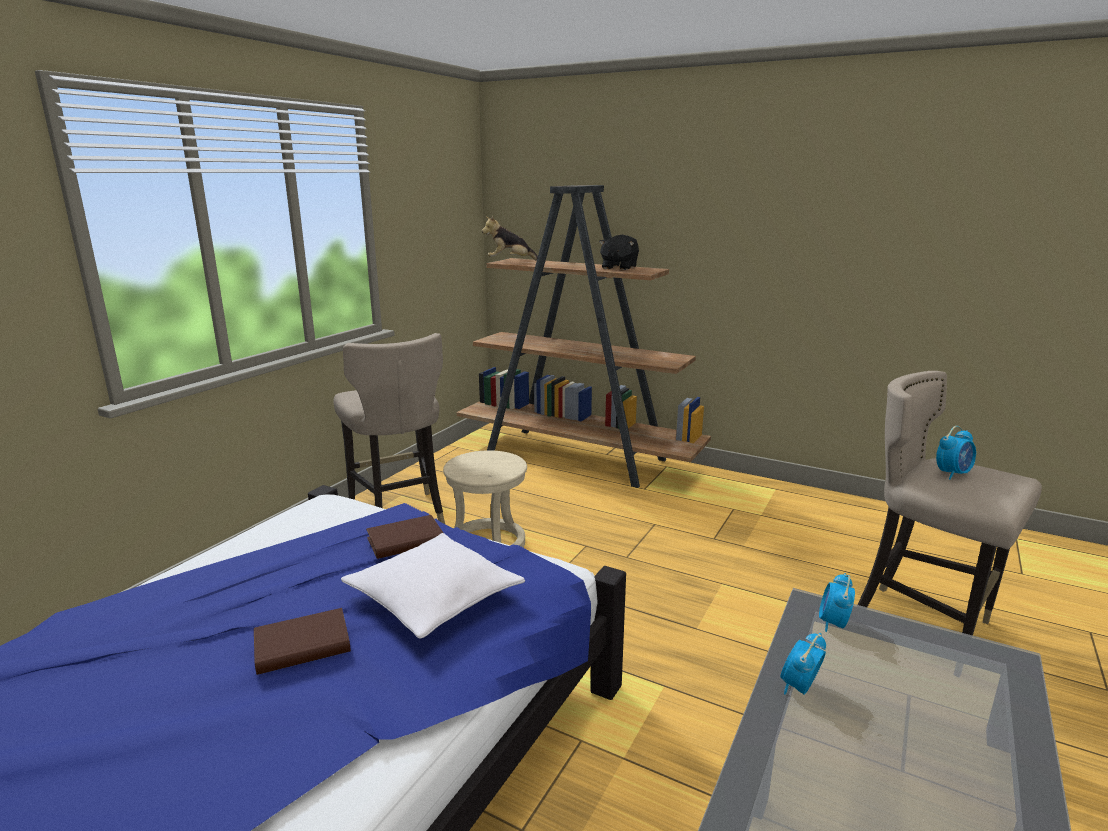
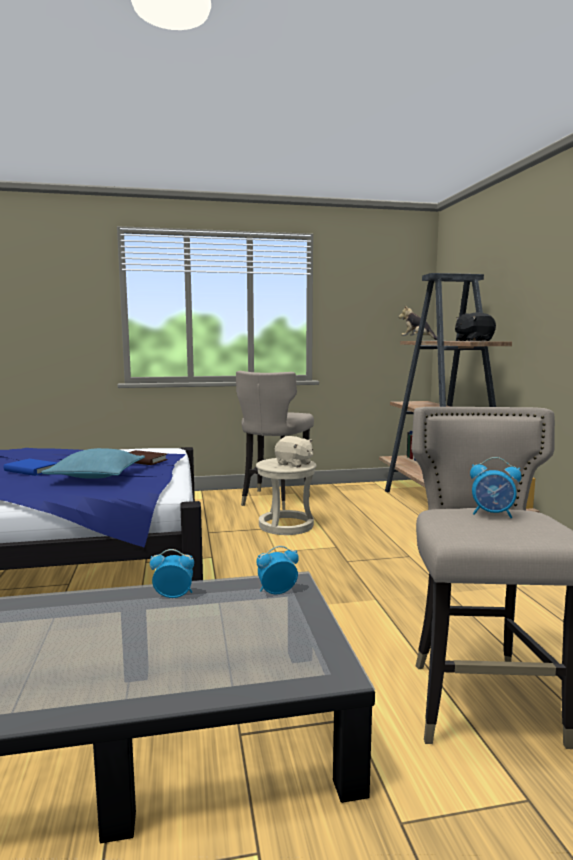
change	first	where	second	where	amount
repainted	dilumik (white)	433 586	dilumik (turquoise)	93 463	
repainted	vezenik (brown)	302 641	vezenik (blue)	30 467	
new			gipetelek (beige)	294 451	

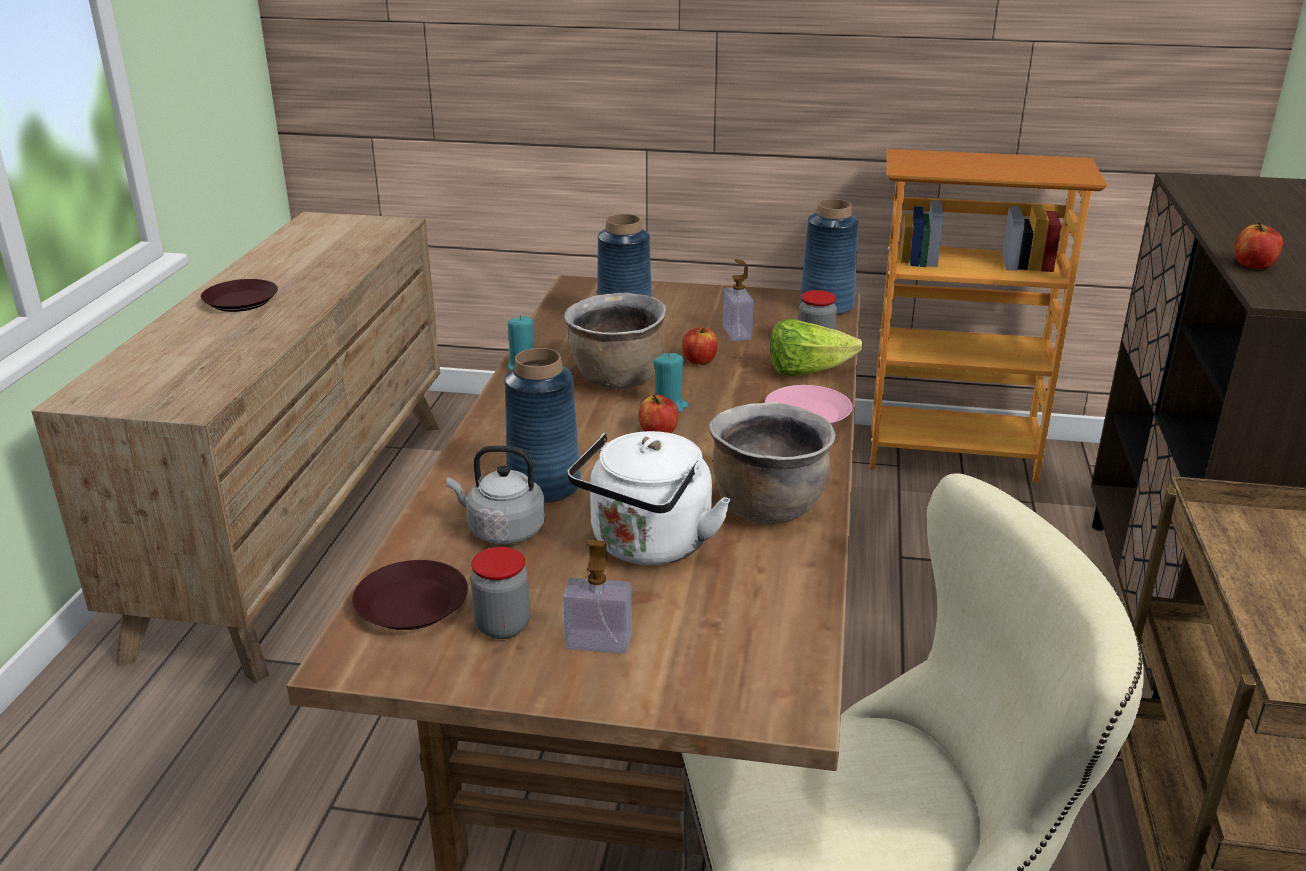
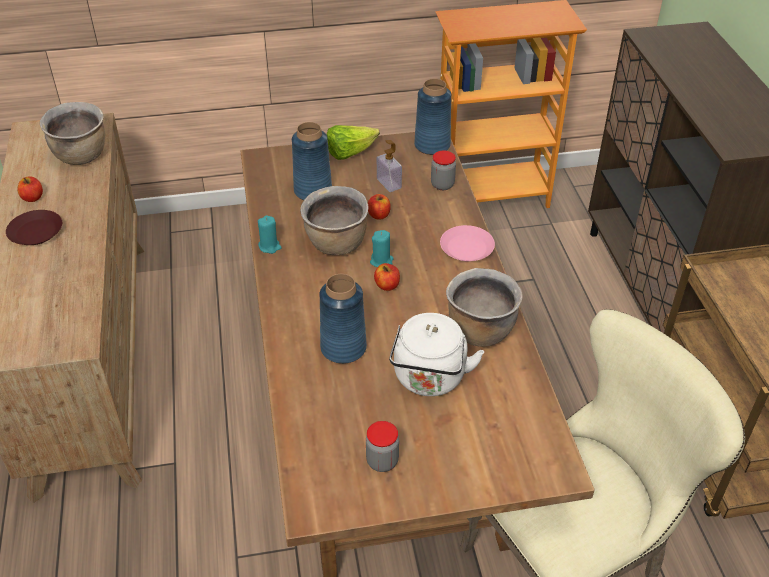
change	first	where	second	where	amount
shifted	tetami	1259 245		30 189	
shifted	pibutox	816 347		353 142	
gone	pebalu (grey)	496 494			
gone	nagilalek	597 596			
gone	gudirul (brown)	410 595			
new			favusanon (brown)	72 133	

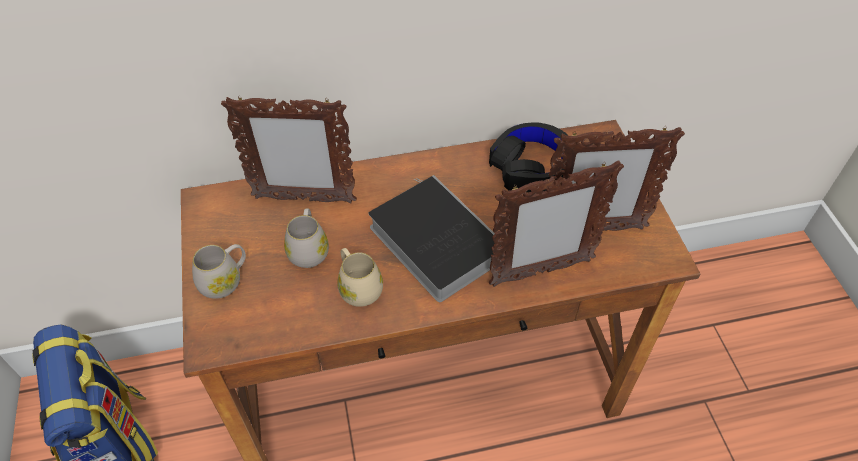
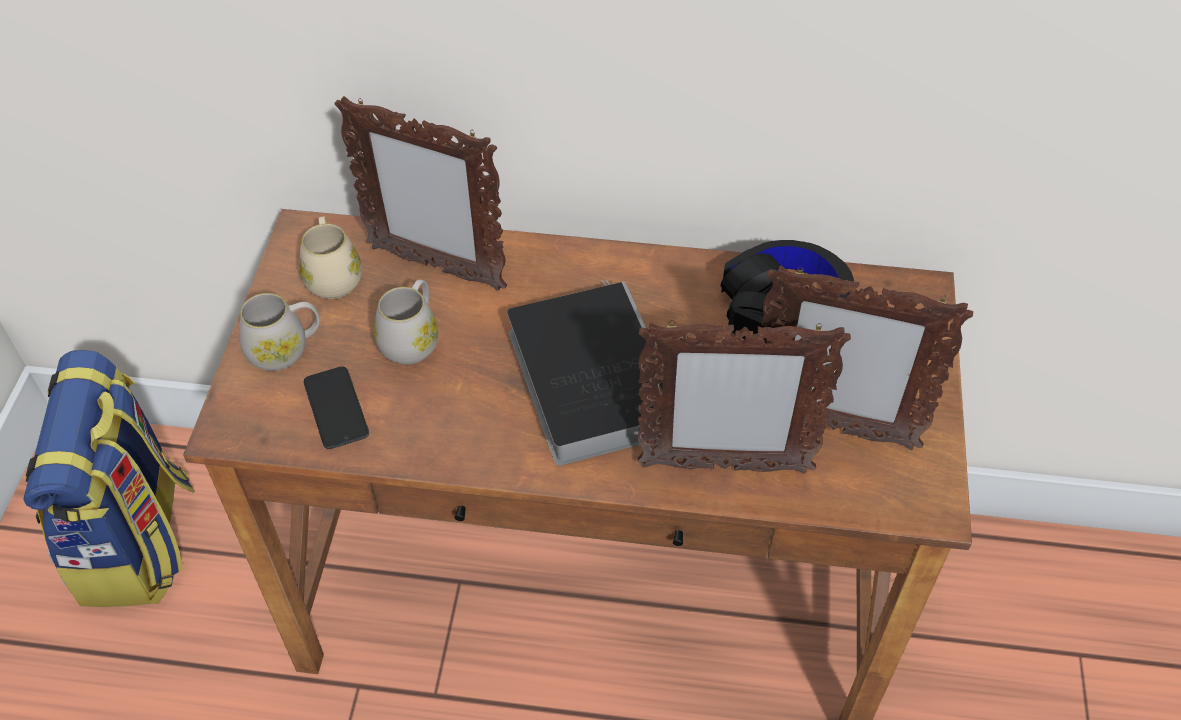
change	first	where	second	where	amount
shifted	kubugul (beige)	360 277		330 258	
new			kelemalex	336 407	

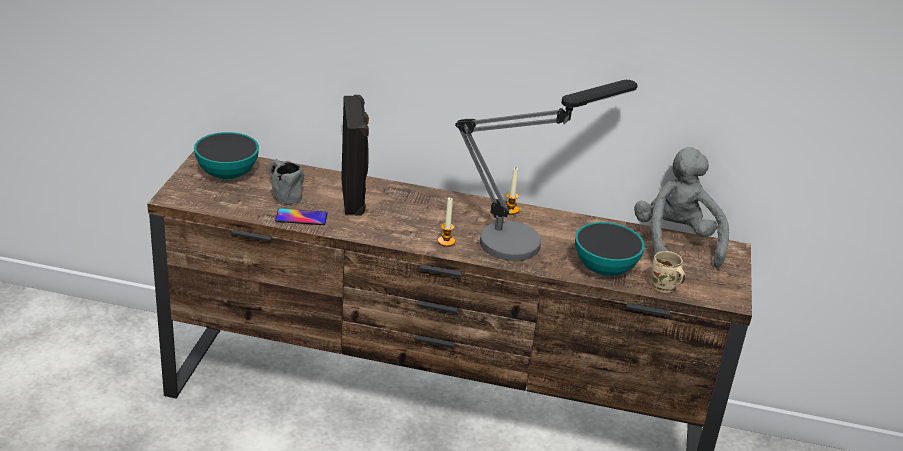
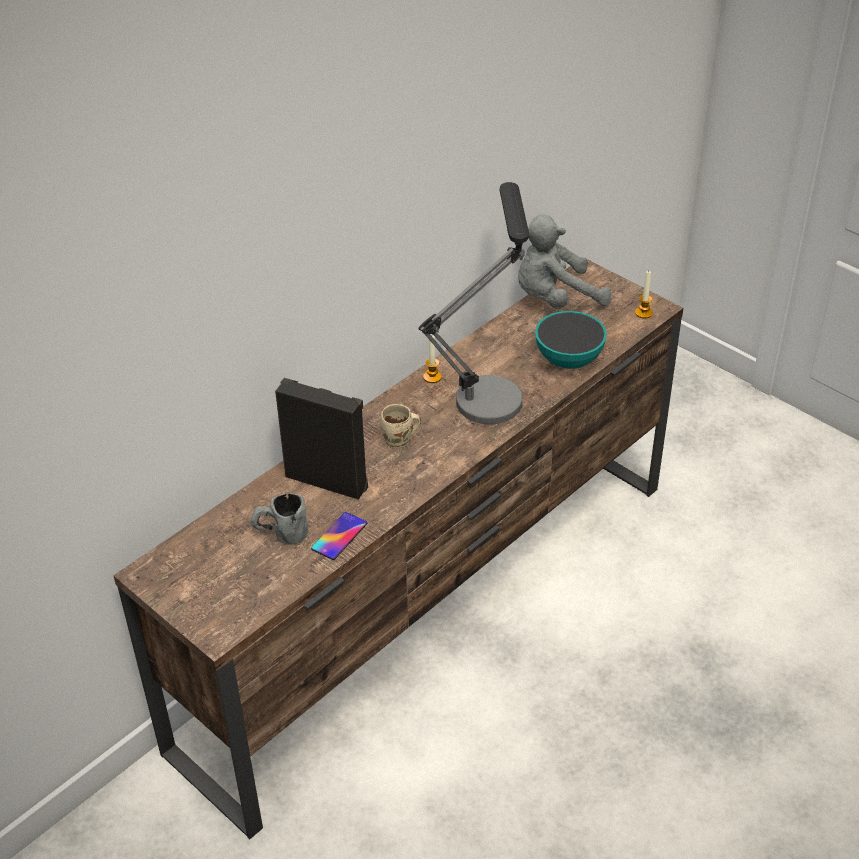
change	first	where	second	where	amount
gone	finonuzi	226 155			
rotated	gipetelek (grey)	681 207		564 261	45 degrees counterclockwise
shifted	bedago	446 222		644 294	
shifted	kubugul (beige)	668 272		400 426	

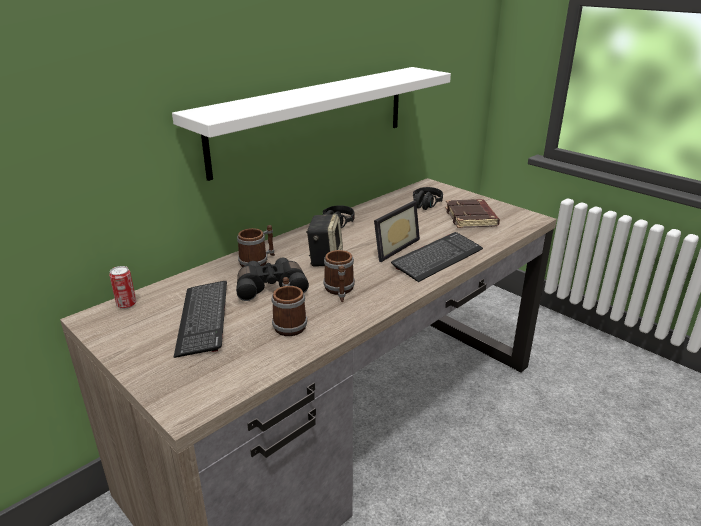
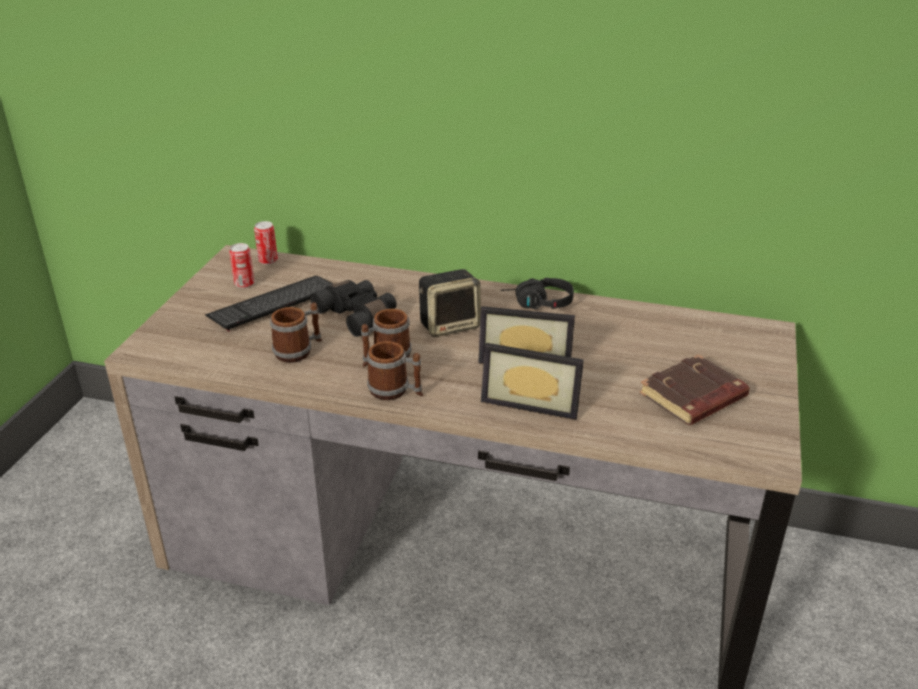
change	first	where	second	where	amount
gone	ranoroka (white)	311 124			
gone	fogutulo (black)	428 198			
shifted	kubugul	256 246		395 370	
swapped	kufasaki	437 257	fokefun	532 381	
new			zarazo	242 265	

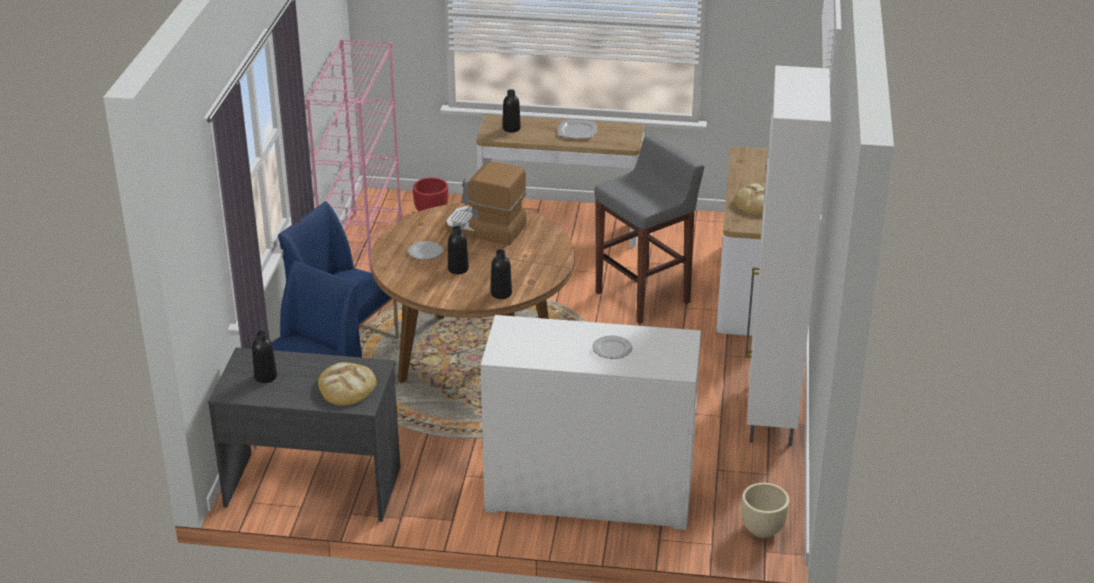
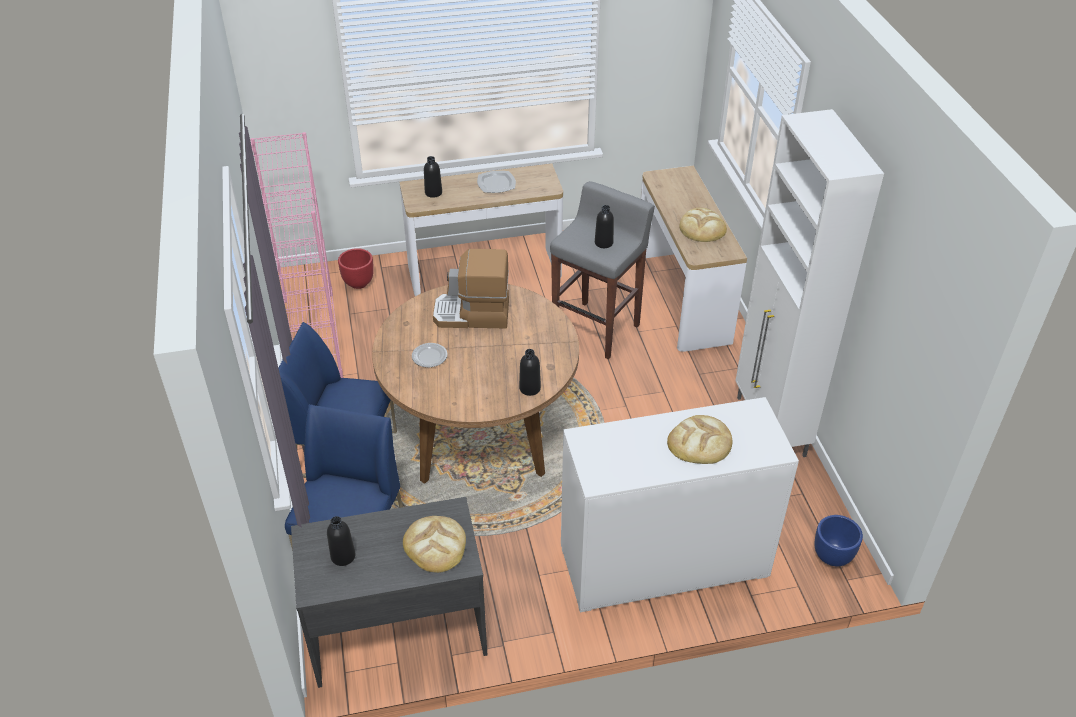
change	first	where	second	where	amount
shifted	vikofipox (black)	458 250		604 226	
swapped	gudirul	612 347	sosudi	699 439	
repainted	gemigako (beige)	766 510	gemigako (blue)	839 540	

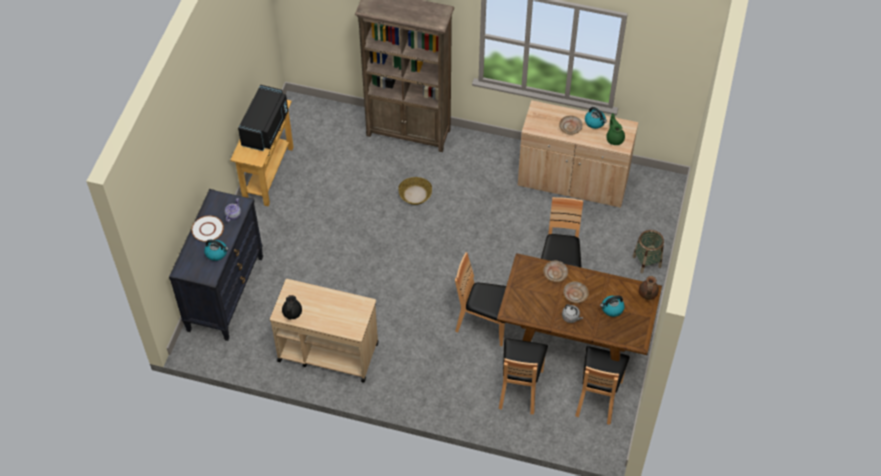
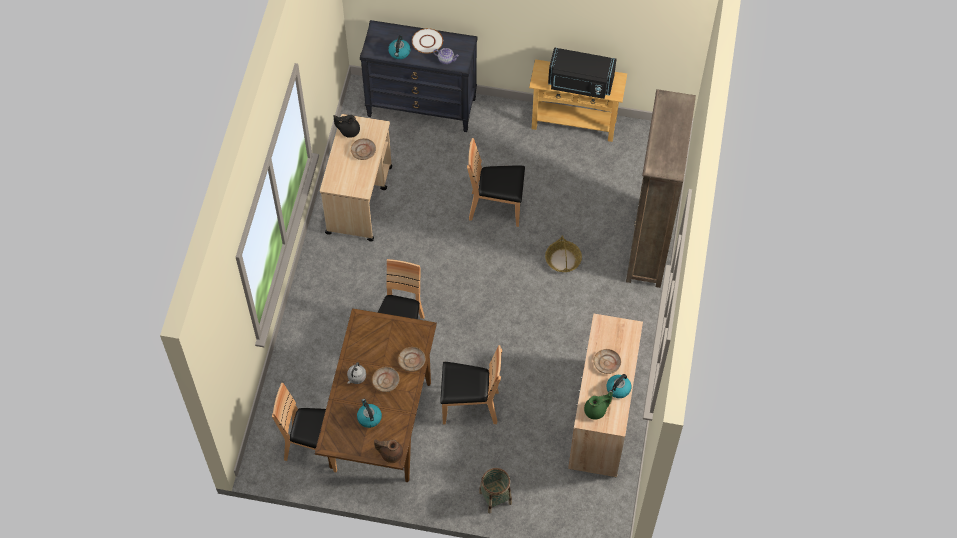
change	first	where	second	where	amount
shifted	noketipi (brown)	523 376		496 182	
new			gudirul (beige)	363 149	

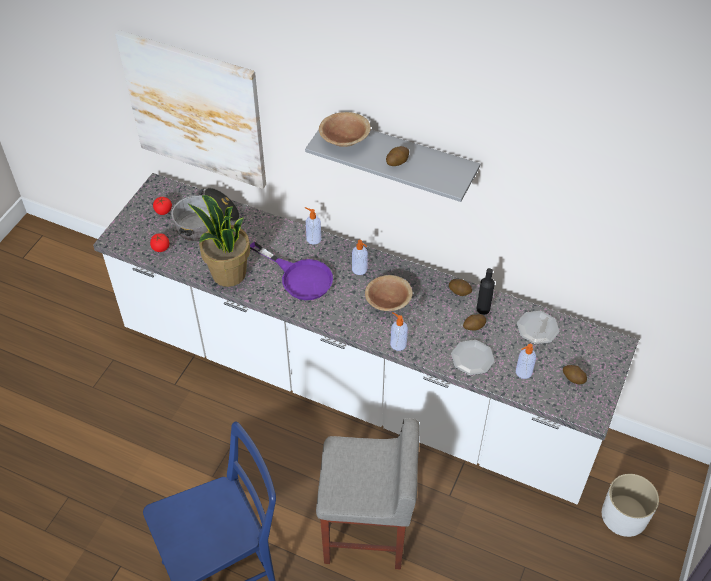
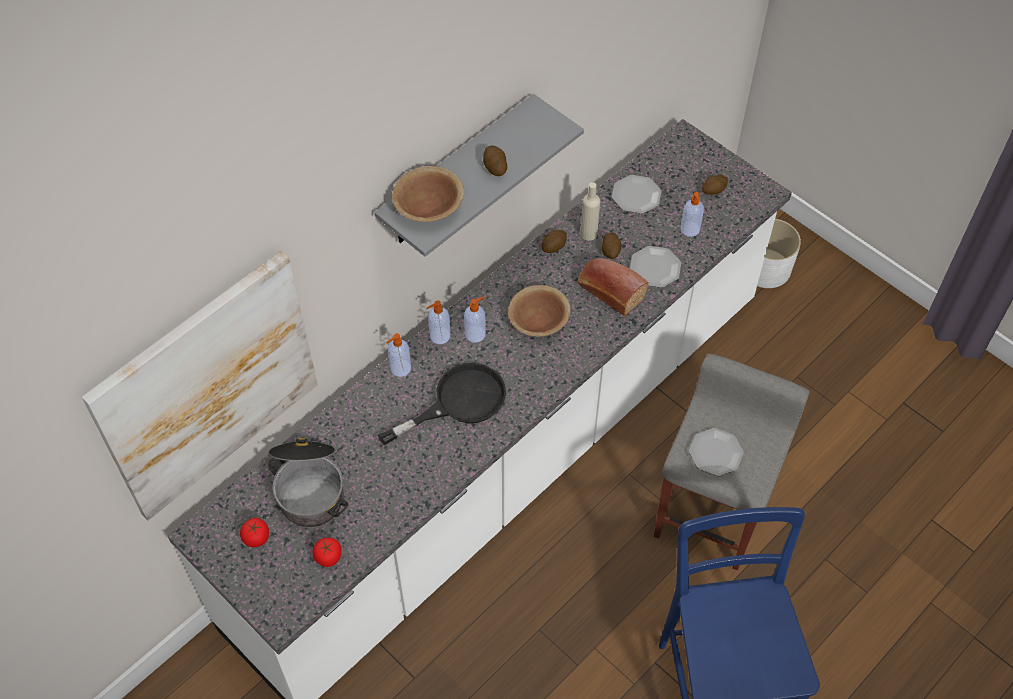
change	first	where	second	where	amount
gone	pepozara	219 241			
repainted	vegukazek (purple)	291 270	vegukazek (black)	442 404	
repainted	vikofipox (black)	485 291	vikofipox (beige)	590 211	
shifted	nagilalek	399 331		438 322	
new			sosudi	613 287	
new			gudirul	716 452	

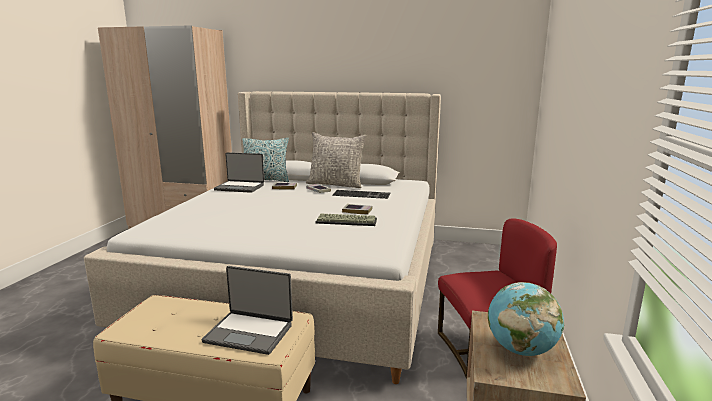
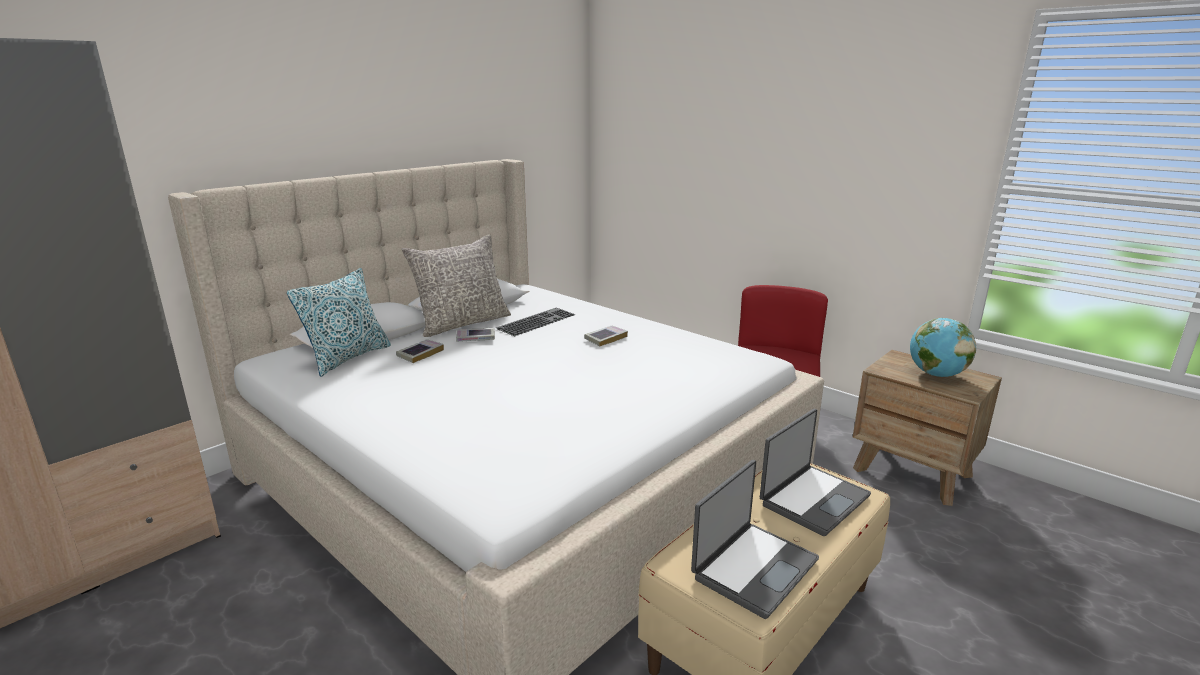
change	first	where	second	where	amount
shifted	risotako	239 172		755 539	
gone	kufasaki	346 219			

